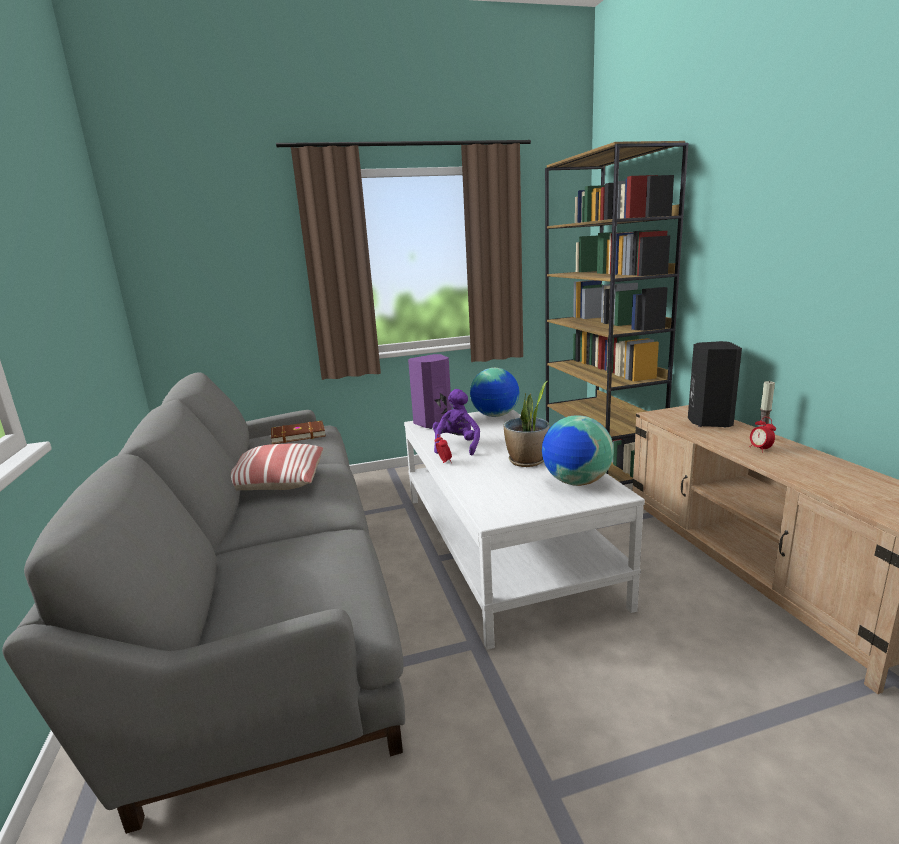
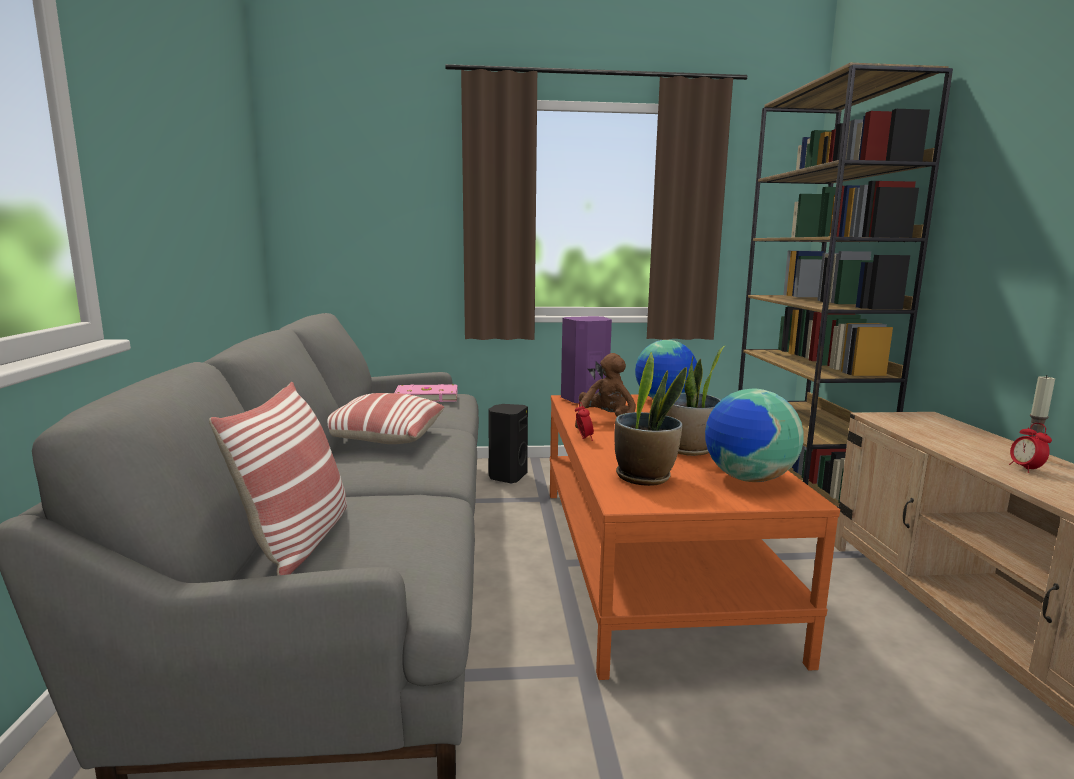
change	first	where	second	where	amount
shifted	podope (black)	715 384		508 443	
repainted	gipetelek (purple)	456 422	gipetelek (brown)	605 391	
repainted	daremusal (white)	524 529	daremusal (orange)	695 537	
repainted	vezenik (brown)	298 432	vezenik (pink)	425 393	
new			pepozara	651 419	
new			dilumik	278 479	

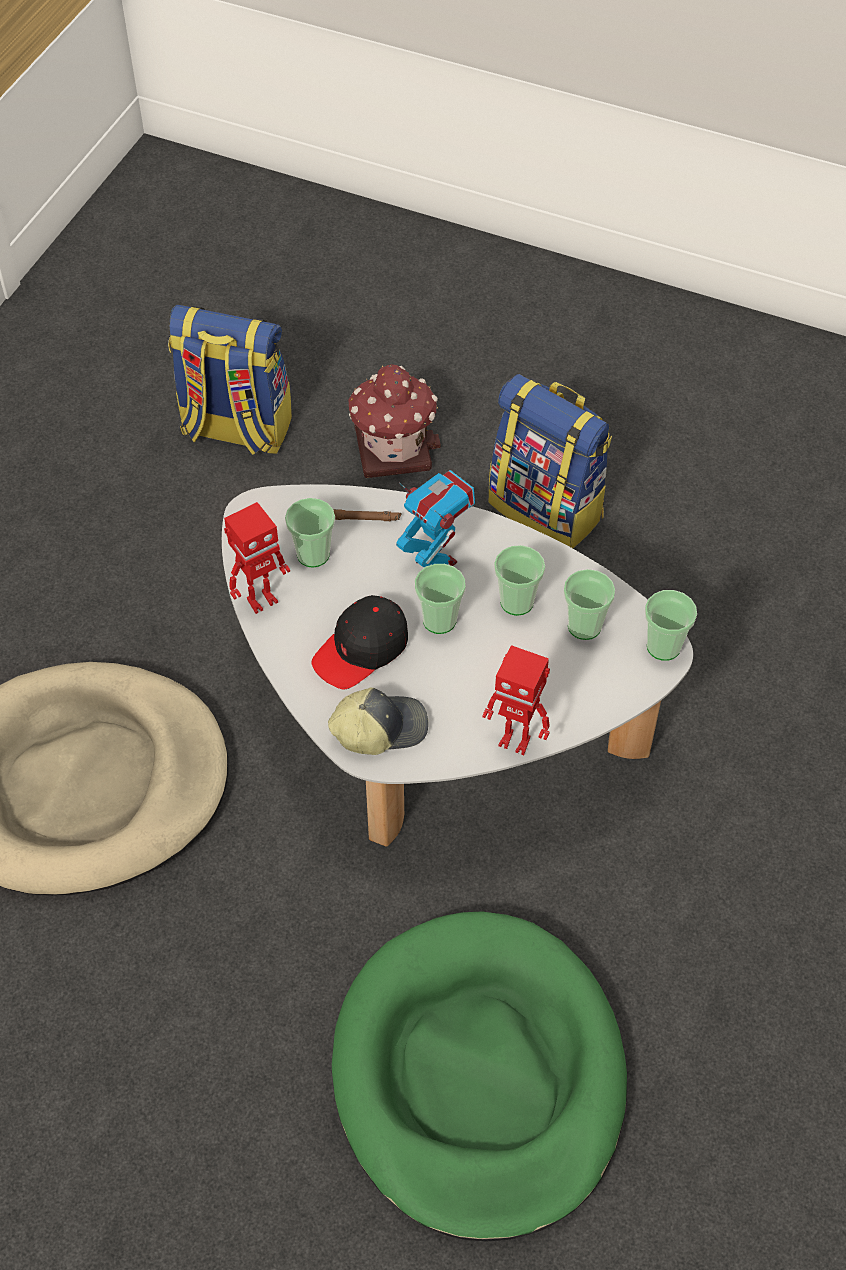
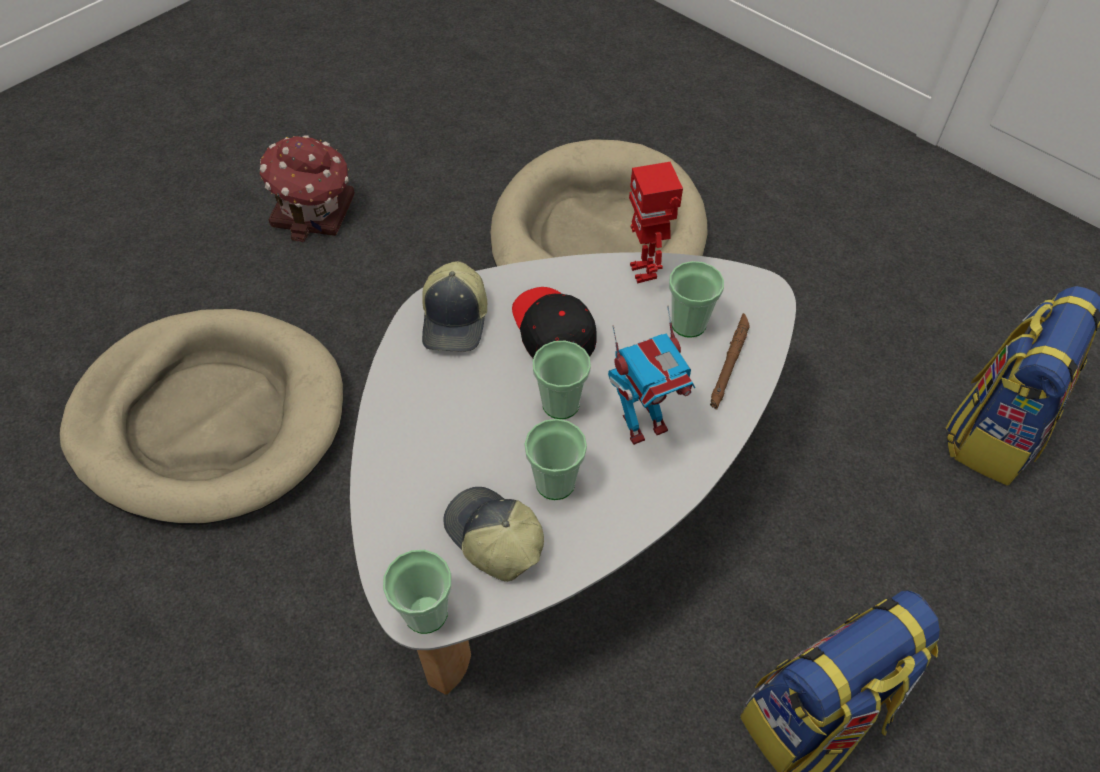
change	first	where	second	where	amount
shifted	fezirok	394 421		307 188	
swapped	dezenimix	589 604	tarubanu	493 534	
gone	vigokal	516 700			
repainted	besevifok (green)	479 1076	besevifok (beige)	201 417	

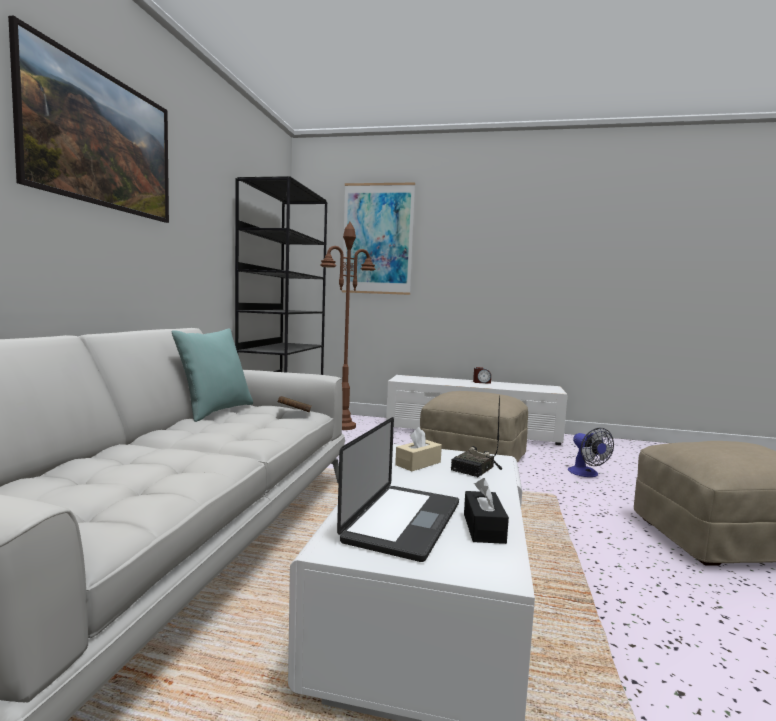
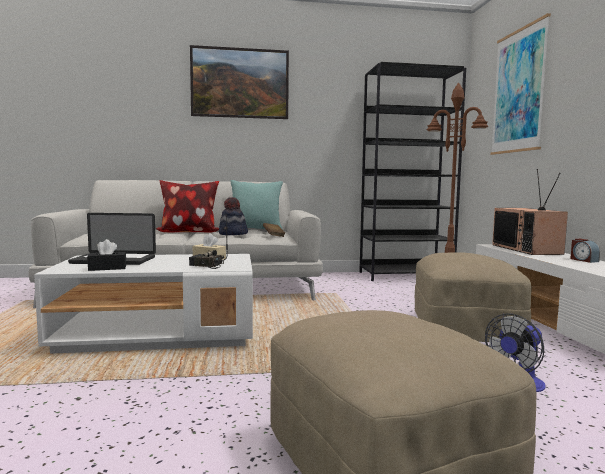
change	first	where	second	where	amount
new			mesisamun	530 212	
new			dilumik	187 206	
new			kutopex	233 216	

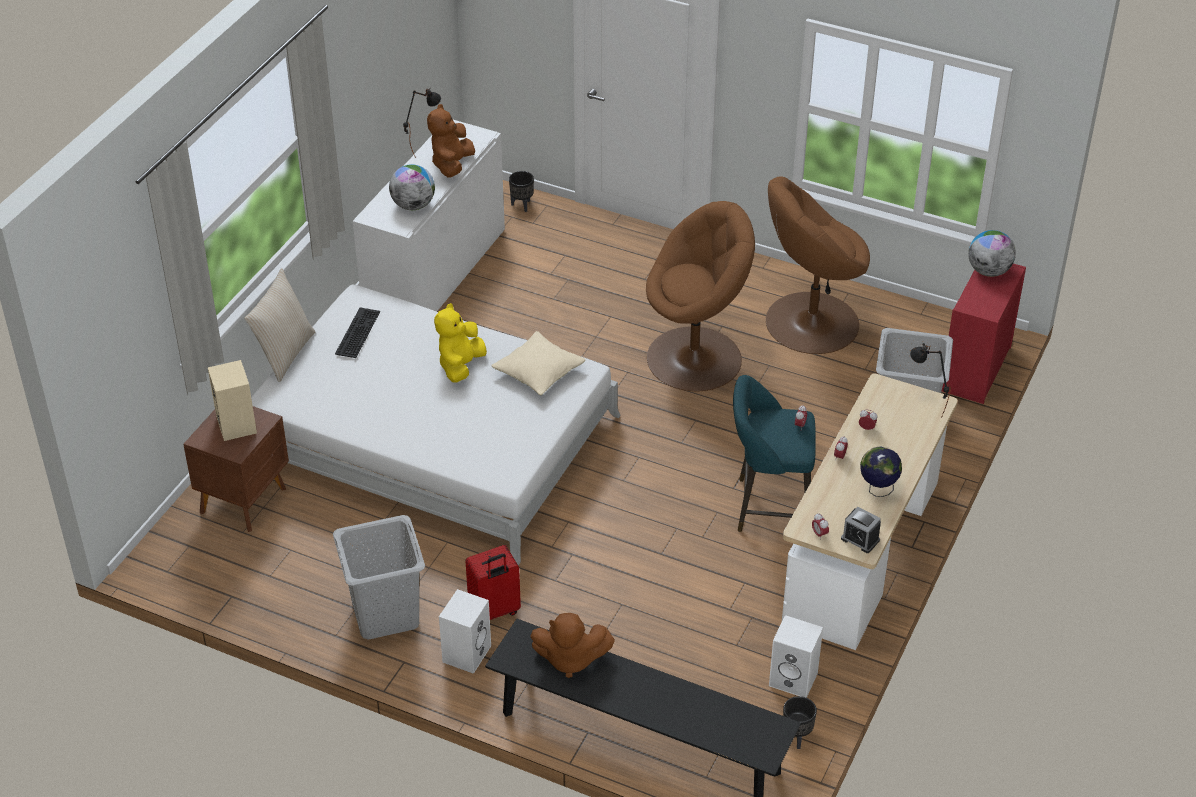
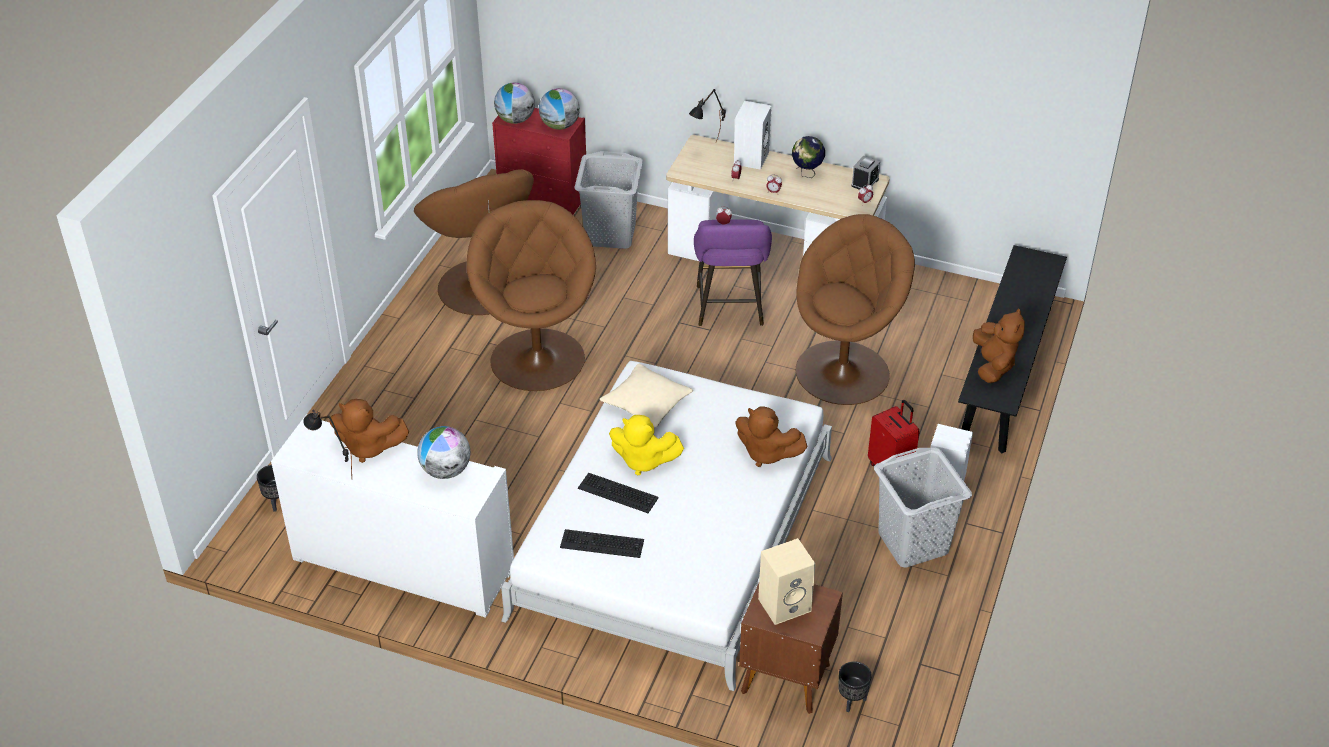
change	first	where	second	where	amount
gone	dilumik (beige)	280 325			
repainted	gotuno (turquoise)	774 453	gotuno (purple)	733 273	
shifted	podope (white)	796 656		753 135	
shifted	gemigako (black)	800 722		855 686	
new			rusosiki	559 109	
new			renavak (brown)	855 309	
new			gipetelek (brown)	771 436	
new			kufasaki	618 493	

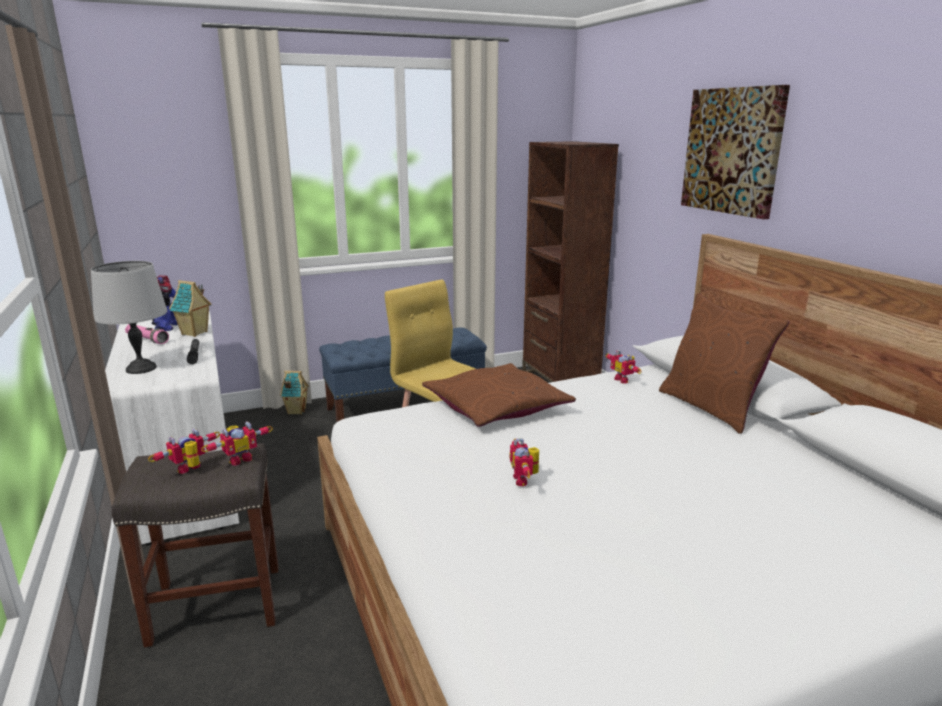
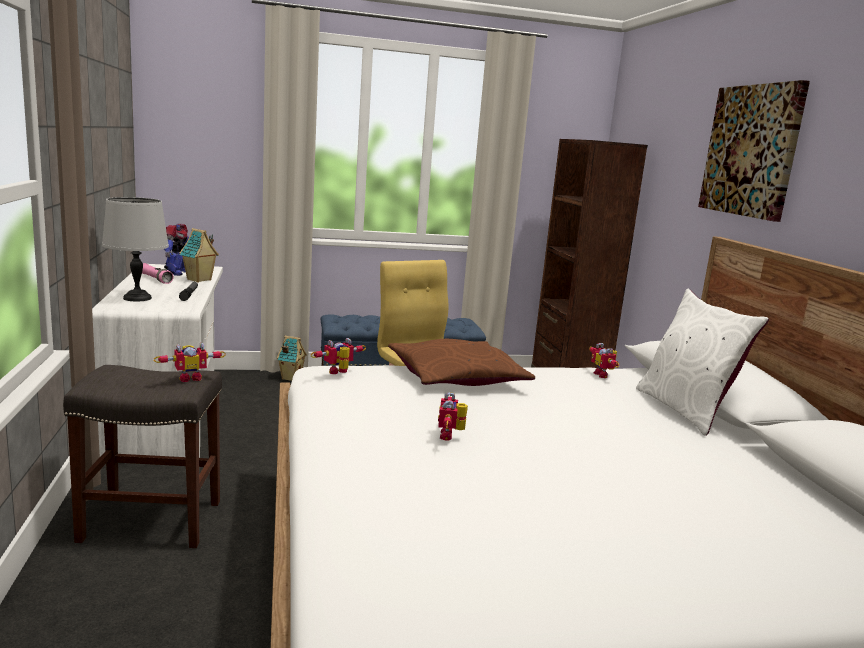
change	first	where	second	where	amount
repainted	dilumik (brown)	724 363	dilumik (white)	702 362	
shifted	vigokal	184 451		338 356	

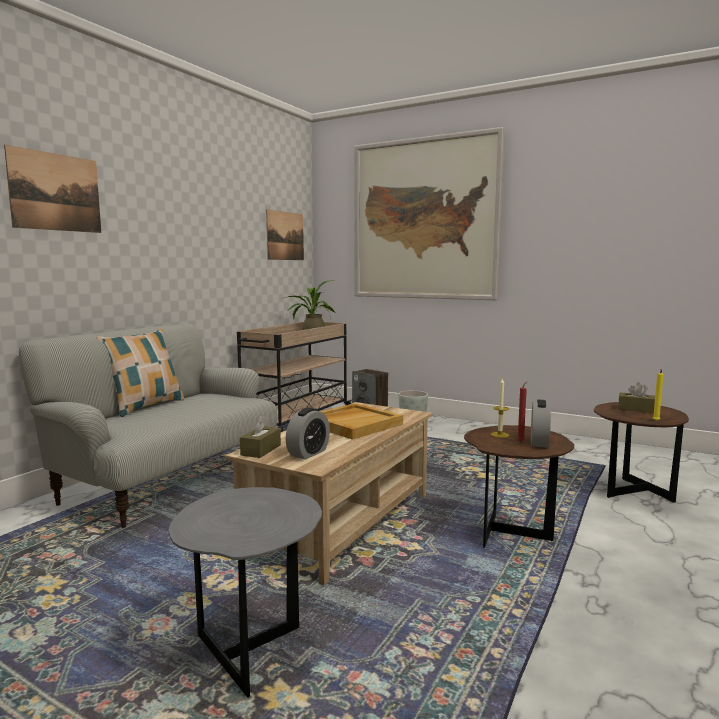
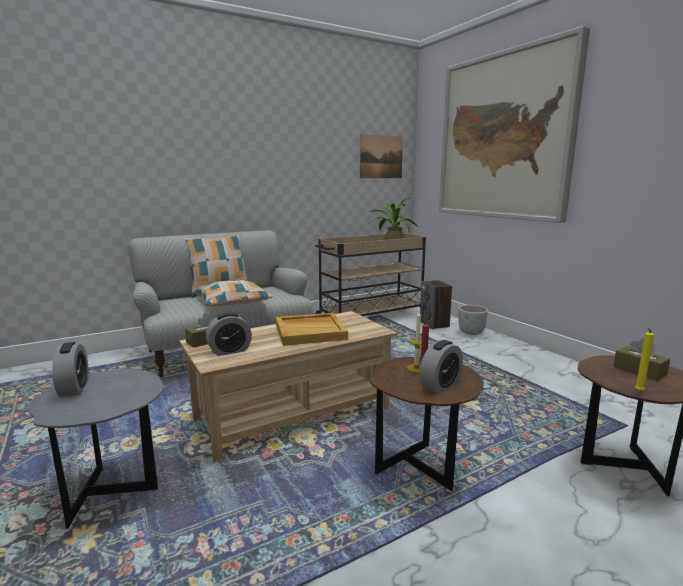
change	first	where	second	where	amount
gone	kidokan	52 189			
new			dilumik	233 293	
new			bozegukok	70 369	

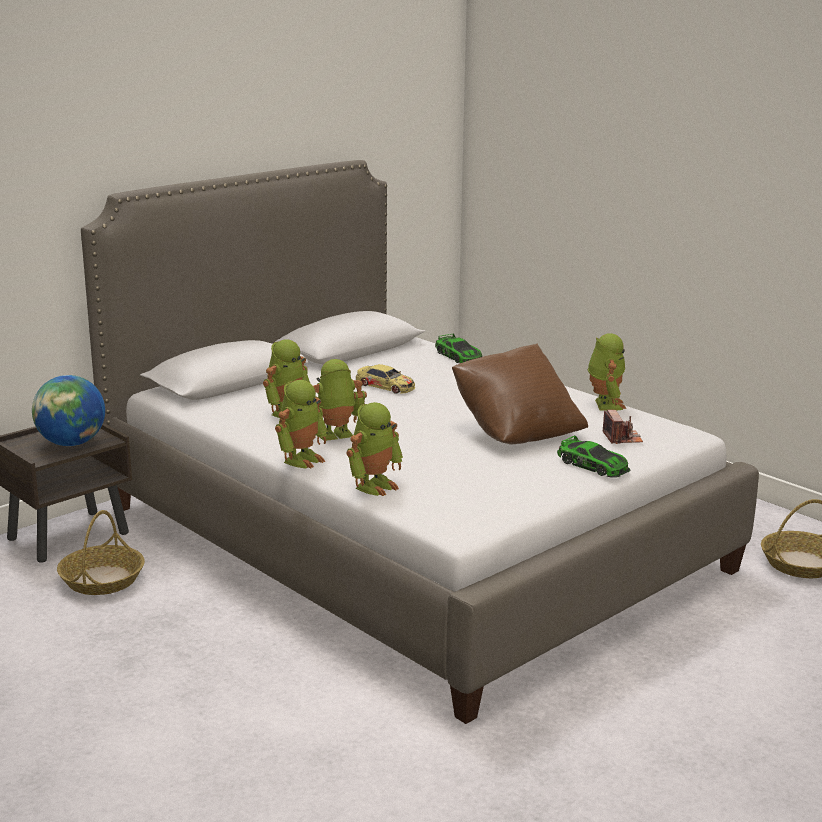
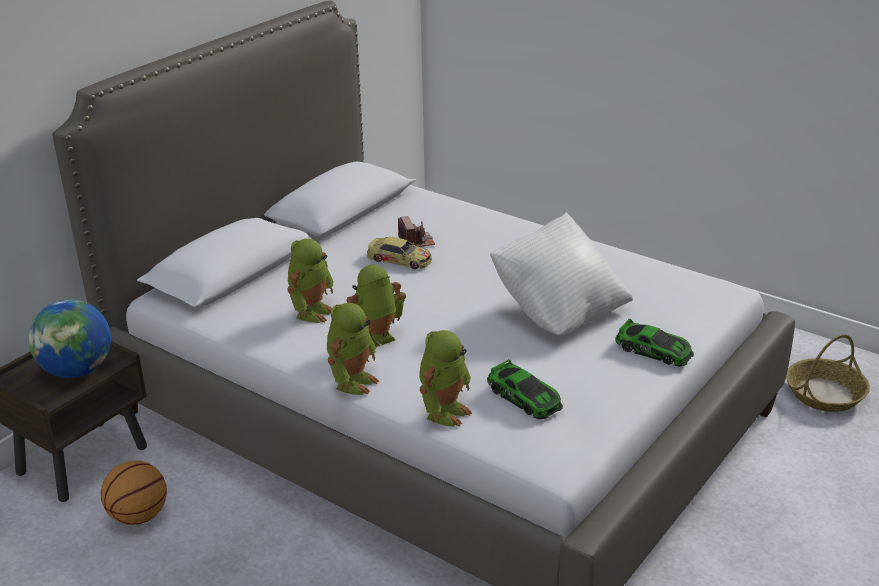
change	first	where	second	where	amount
gone	vigokal	607 372			
shifted	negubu	458 349		525 389	
repainted	dilumik (brown)	520 394	dilumik (white)	561 273	
shifted	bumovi	623 427		416 231	
swapped	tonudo	101 552	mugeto	134 493	

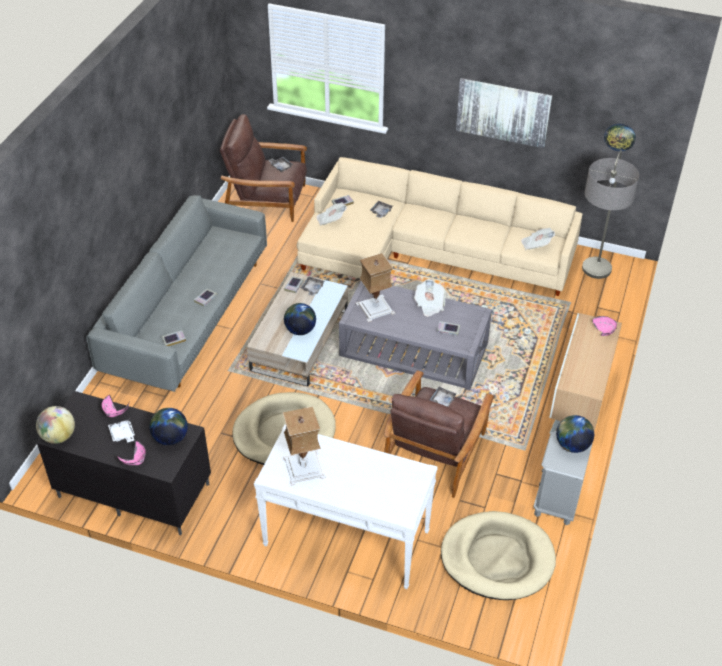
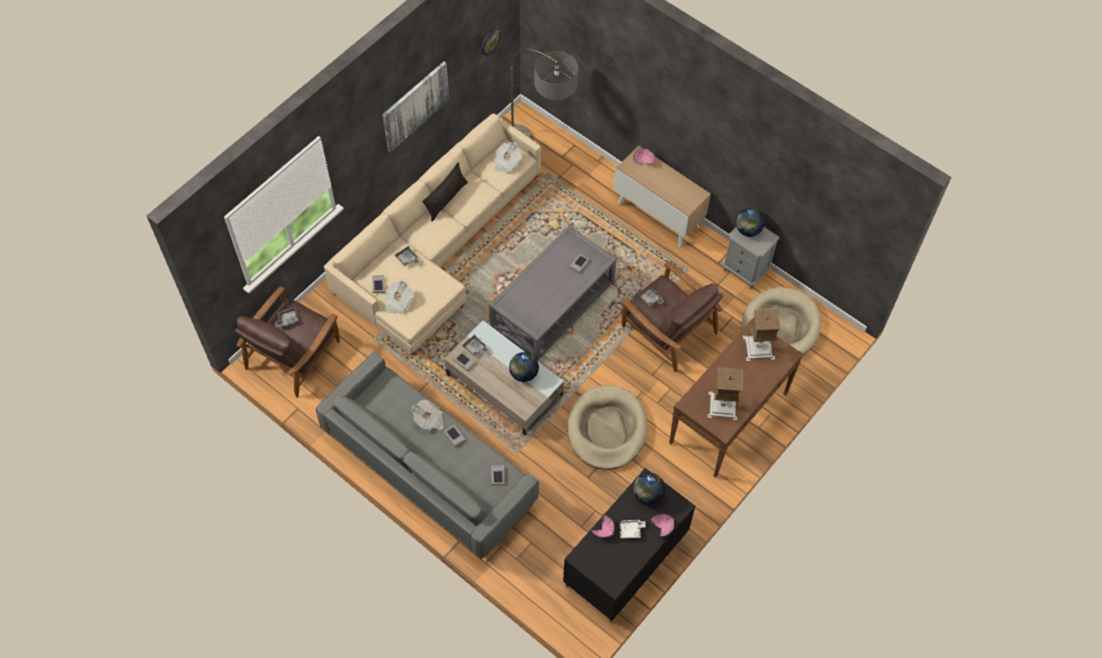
change	first	where	second	where	amount
shifted	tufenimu	376 287		762 334	
shifted	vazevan	430 298		427 415	
gone	rusosiki	55 425			
repainted	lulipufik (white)	346 506	lulipufik (brown)	736 398	
new			dilumik	445 192	

